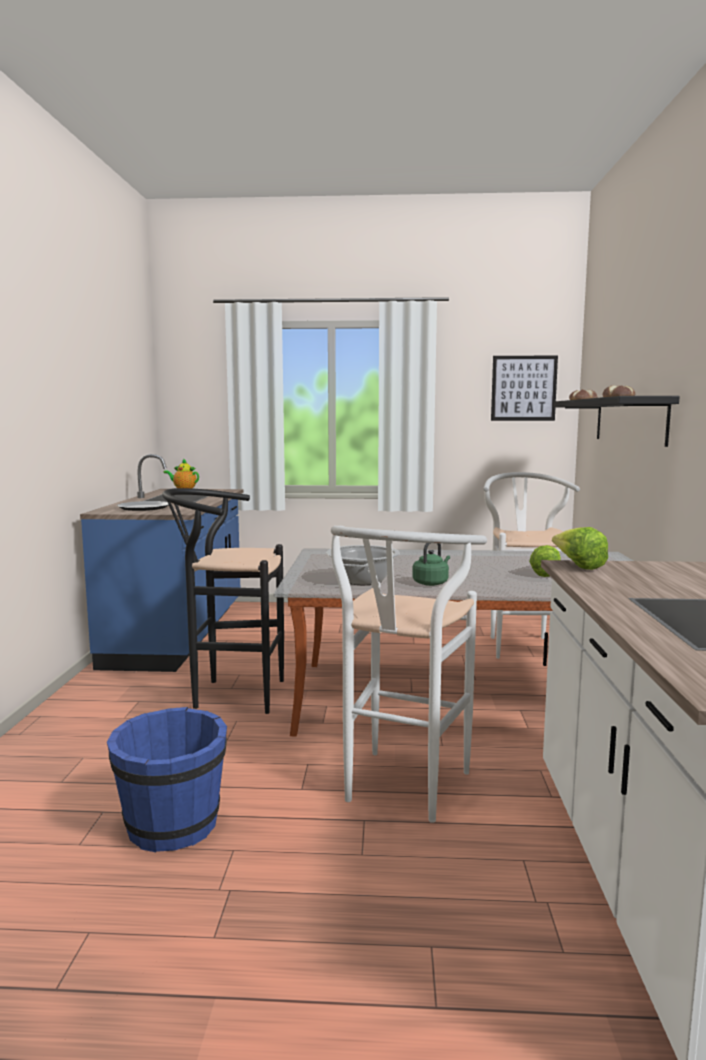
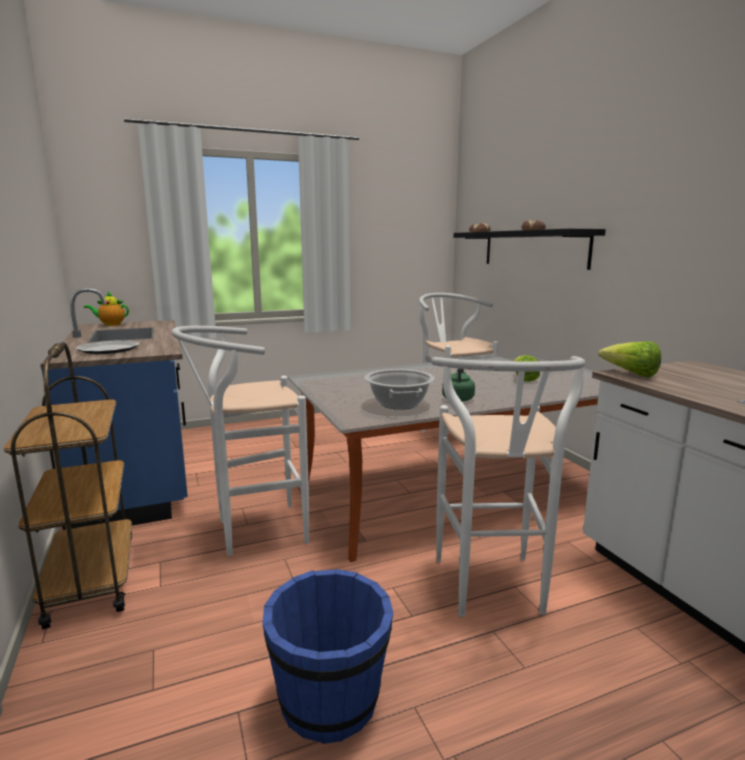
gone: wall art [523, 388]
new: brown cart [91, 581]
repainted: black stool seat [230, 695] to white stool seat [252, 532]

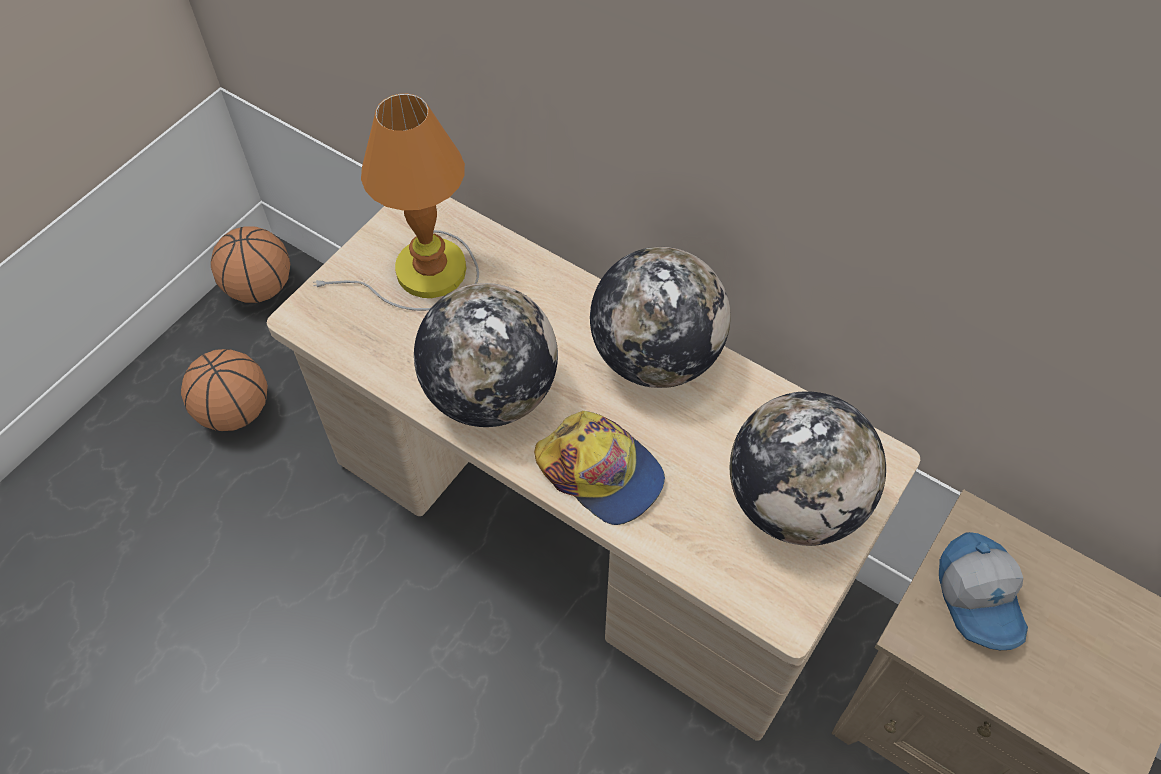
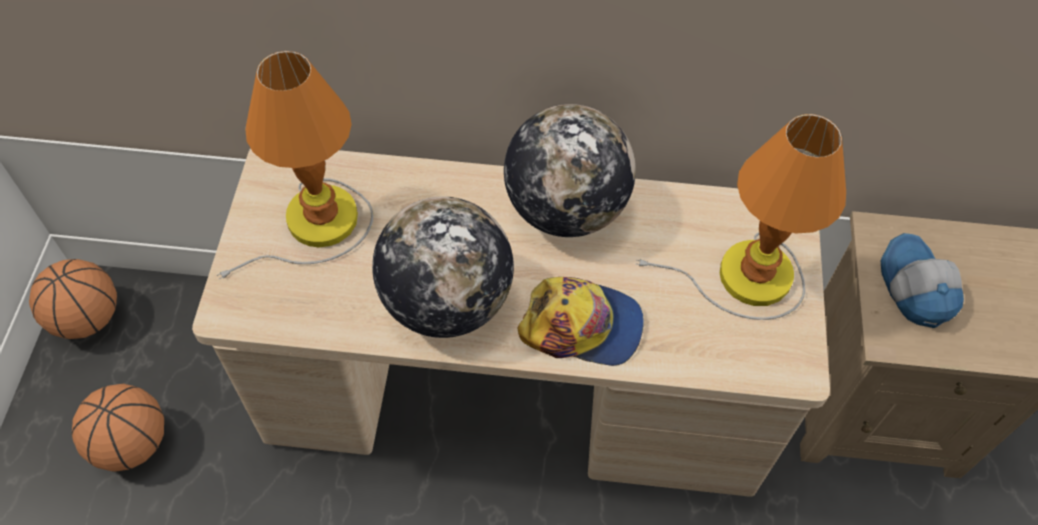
swapped: world globe [794, 502] to lamp for a table [747, 278]
rotated: cap [980, 598] = [914, 288] 150 degrees counterclockwise

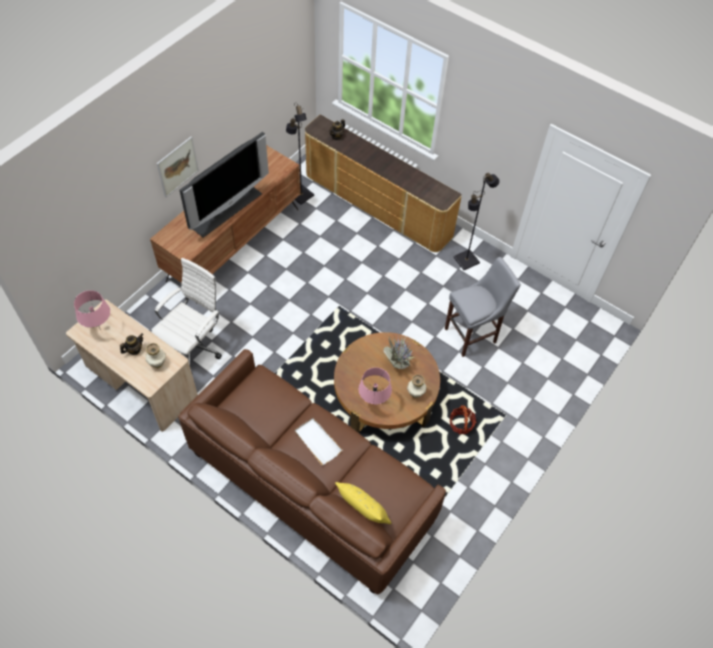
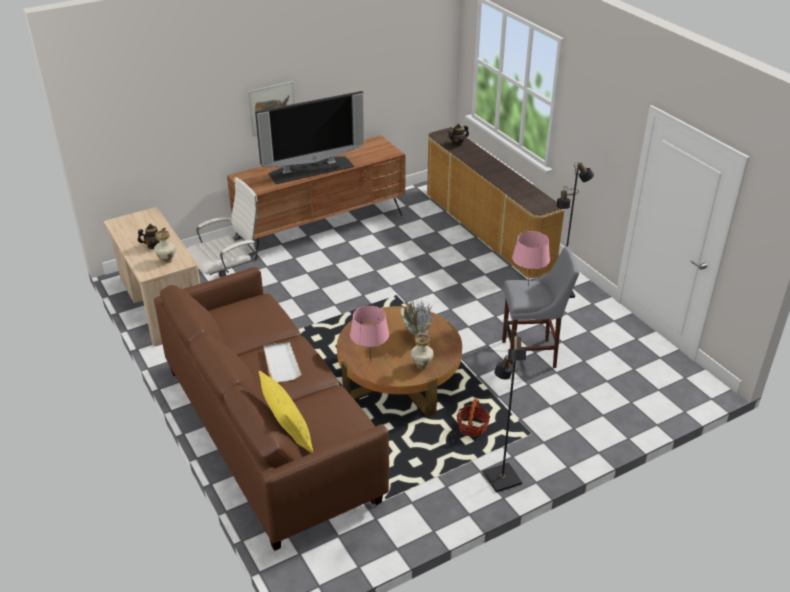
shifted: black standing lamp [301, 195] to [502, 478]; pink-coloured lamp for a table [100, 329] to [528, 285]

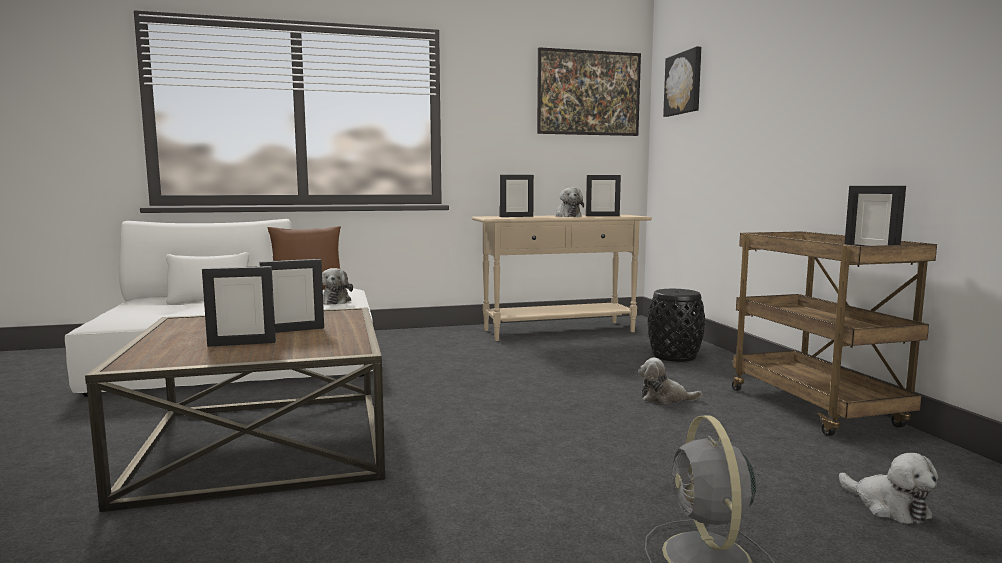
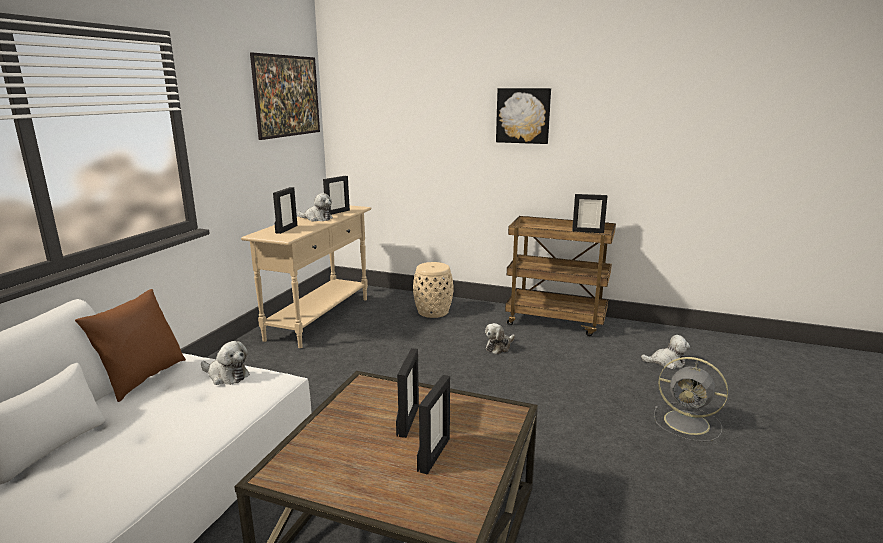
shifted: wall art [684, 83] to [523, 115]
repainted: black stool seat [674, 356] to beige-coloured stool seat [433, 312]

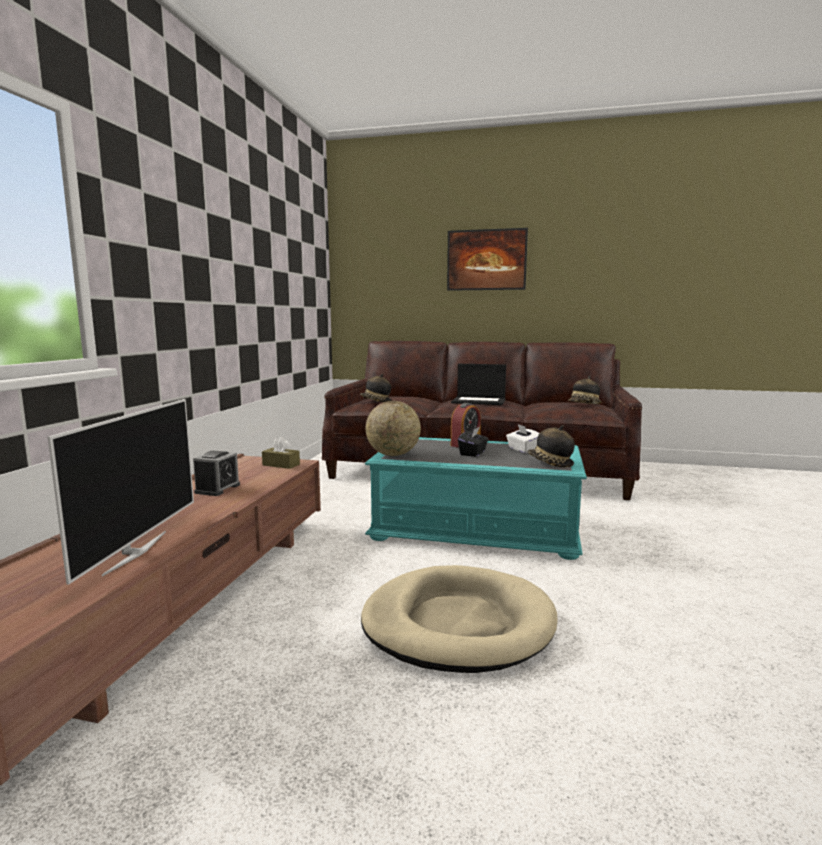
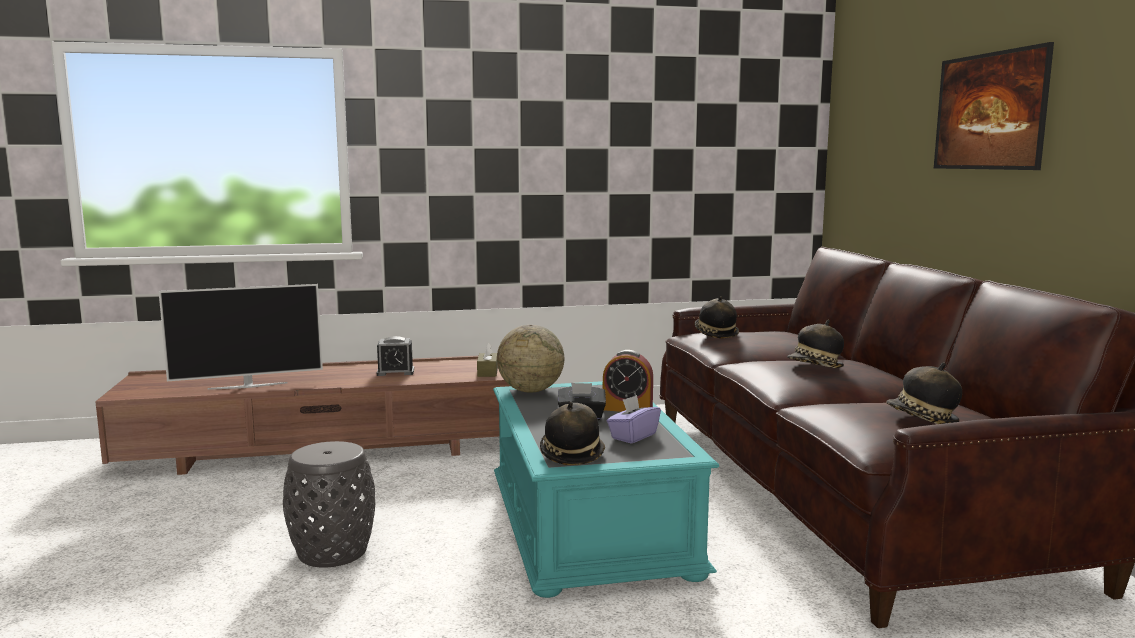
swapped: portable computer [479, 401] to wearable hat [815, 367]; beige-coloured dog cushion [457, 624] to grey stool seat [332, 552]
repainted: white tissue holder [523, 450] to purplish tissue holder [633, 436]

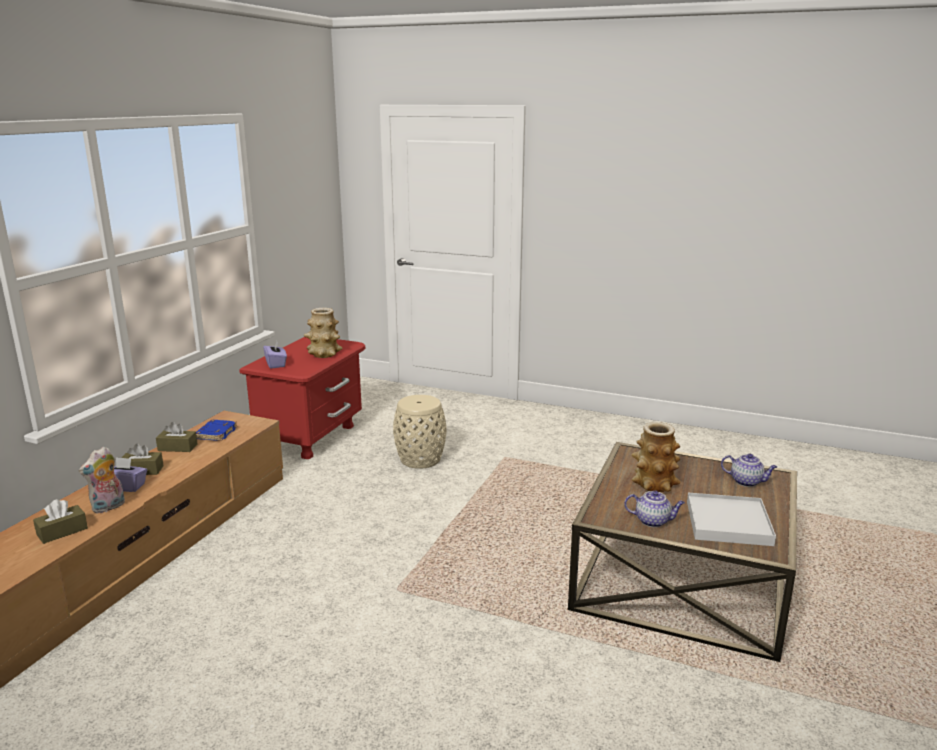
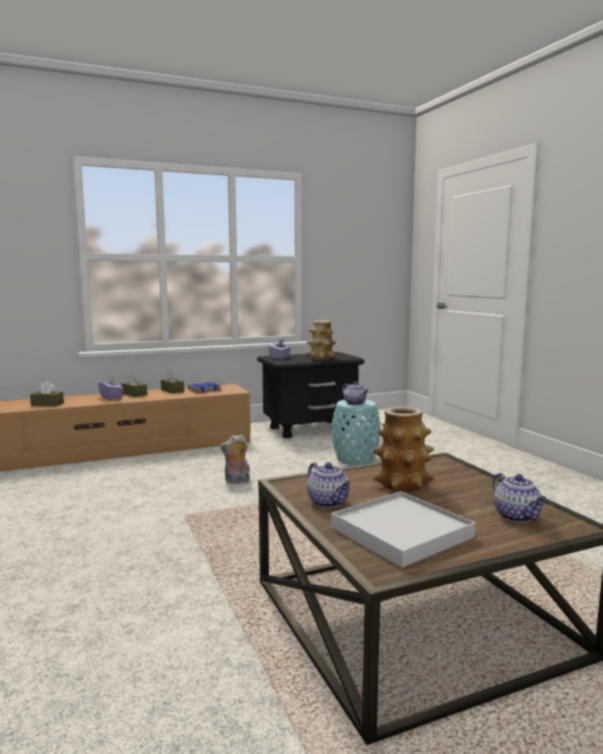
new: pot for tea [355, 403]
shifted: soft toy [108, 507] to [236, 482]
repainted: red bedside table [313, 438] to black bedside table [311, 429]; beige-coloured stool seat [420, 459] to turquoise stool seat [355, 459]

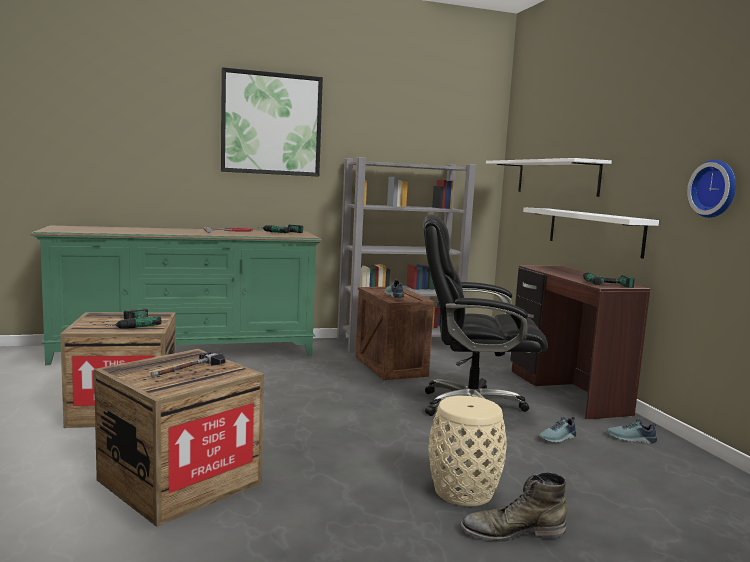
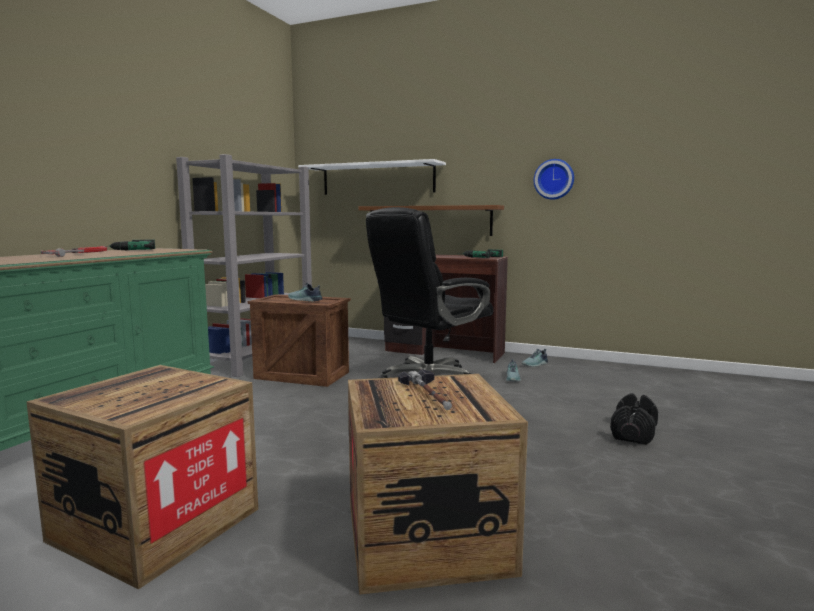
gone: wall art [271, 124]; drill [128, 324]; beige-coloured stool seat [463, 492]
swapped: green tall boot [512, 531] to black free weight [634, 433]
repainted: white wall shelf [593, 231] to brown wall shelf [433, 220]

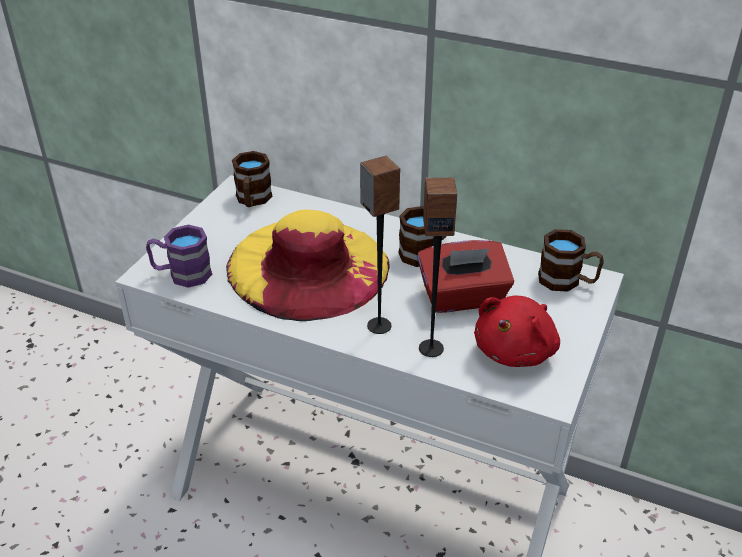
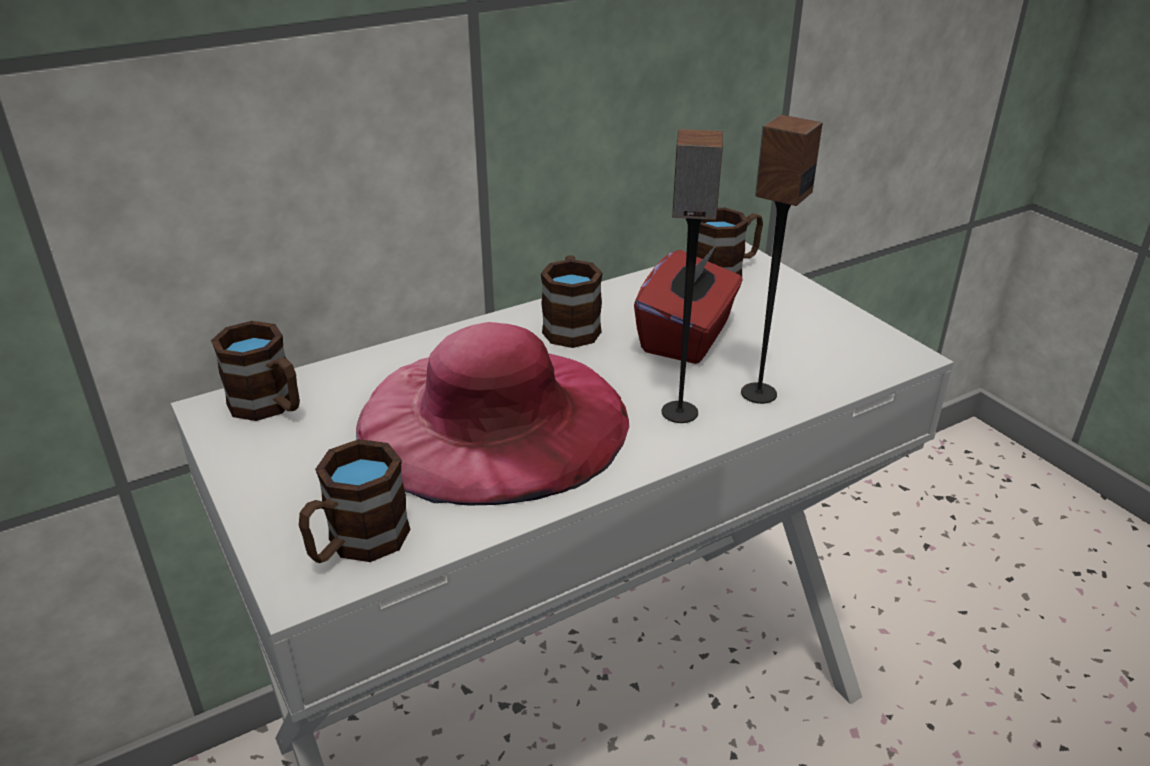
gone: red soft toy [516, 350]
repainted: yellow-coloured wearable hat [308, 266] to pink-coloured wearable hat [493, 419]; purplish mug [182, 274] to brown mug [356, 544]

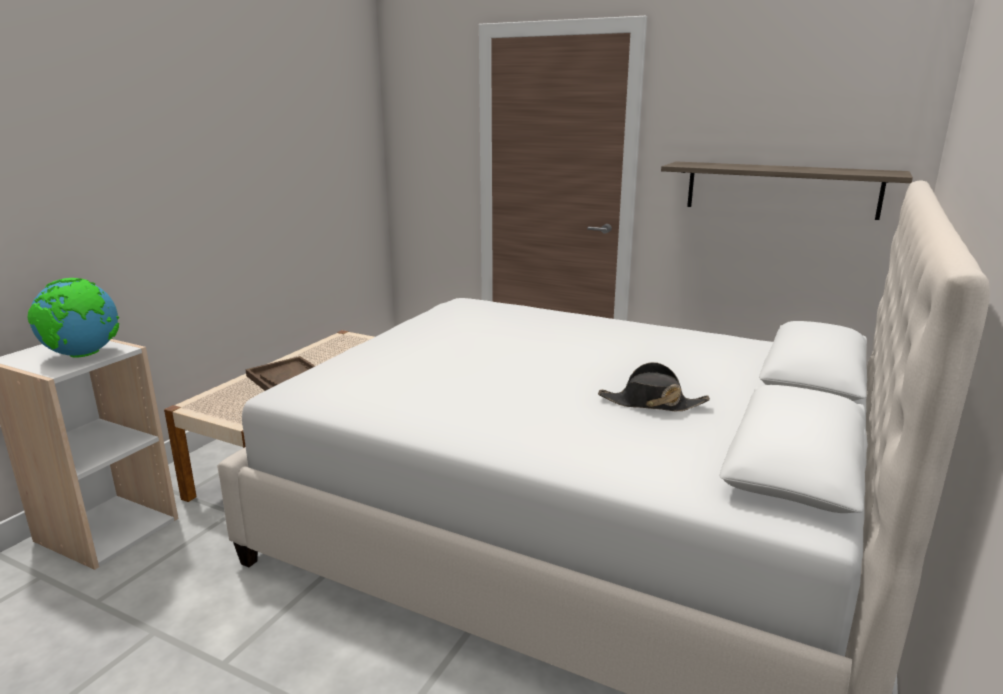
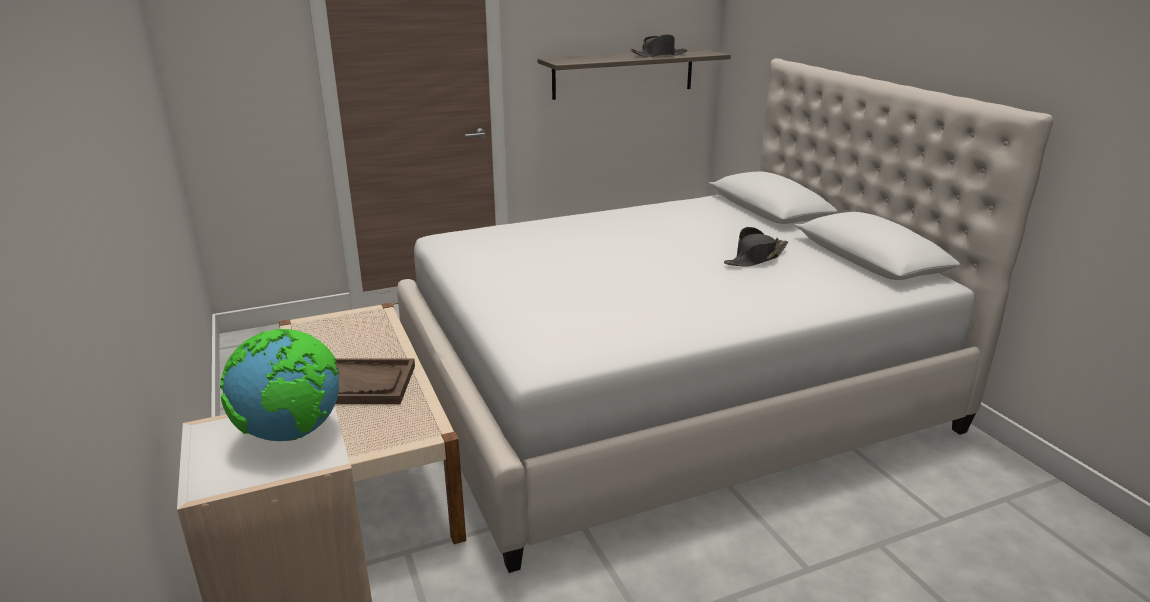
new: black wearable hat [658, 55]

